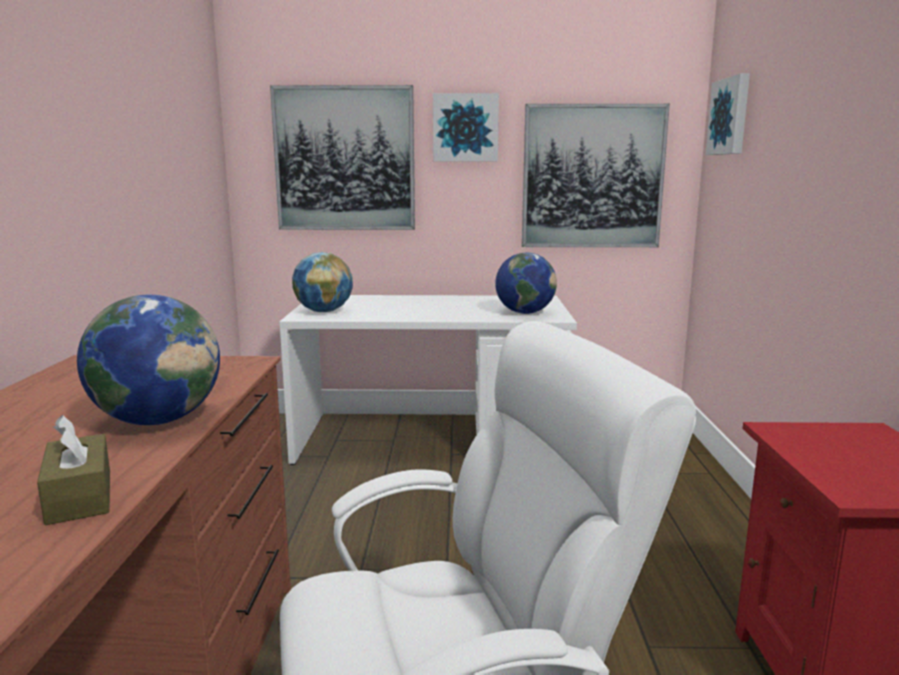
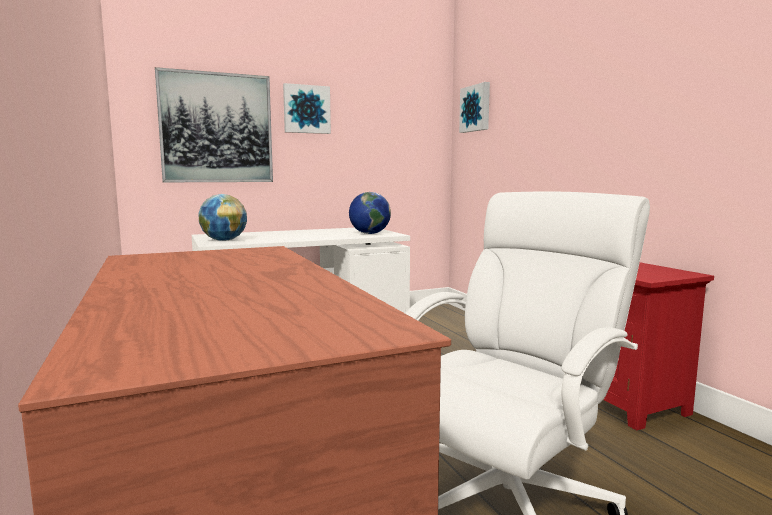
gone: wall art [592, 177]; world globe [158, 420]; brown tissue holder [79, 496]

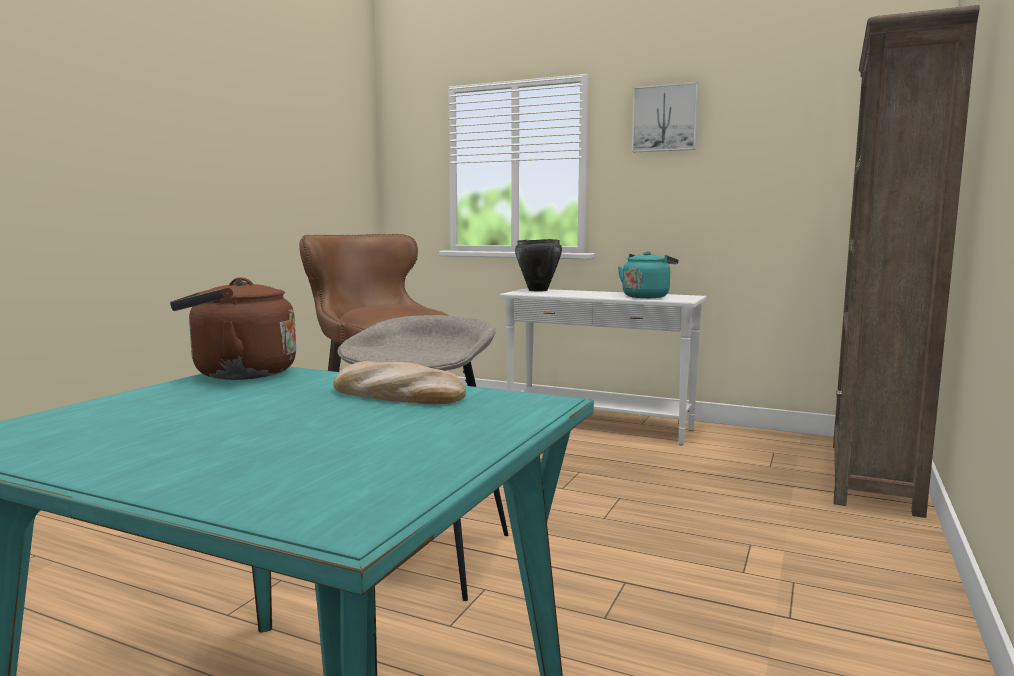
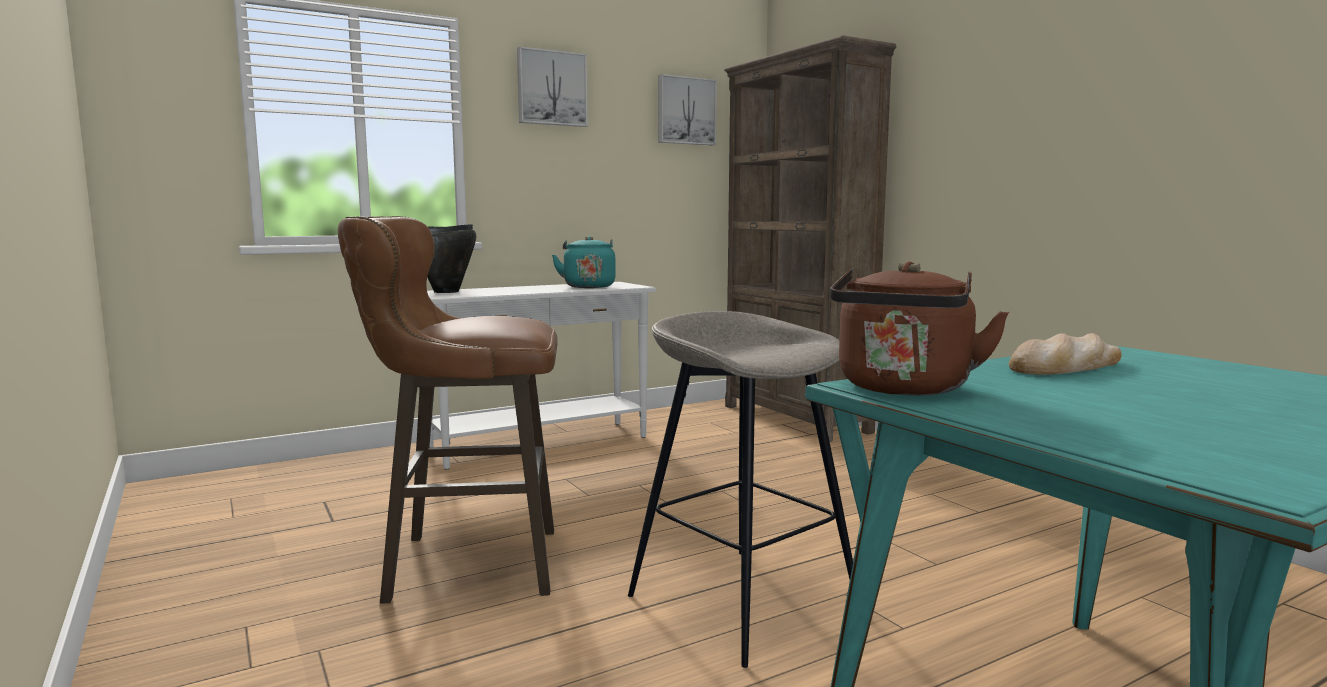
new: wall art [685, 111]

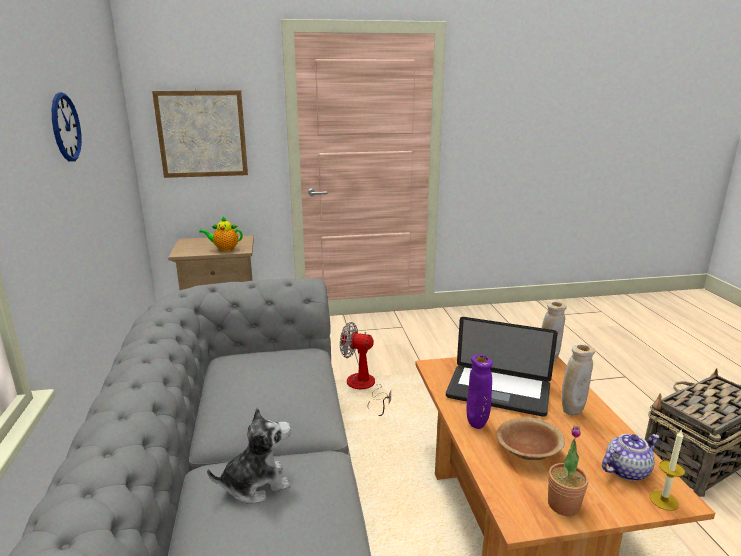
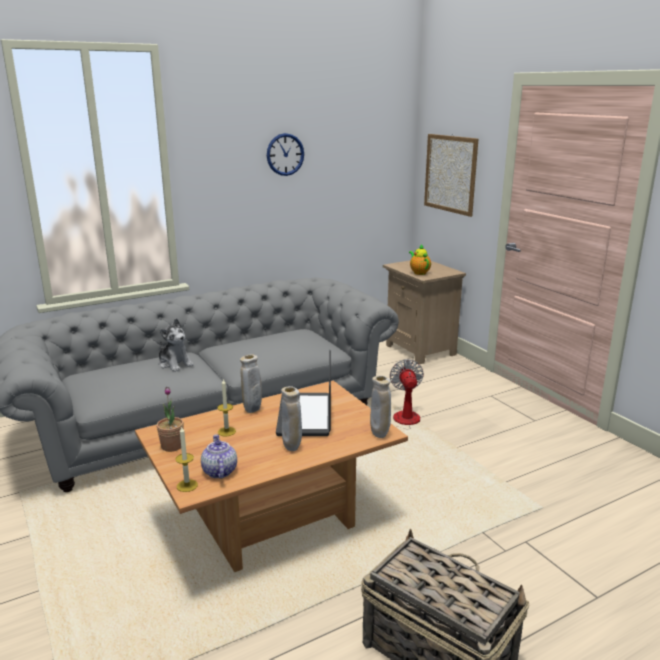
swapped: brown deep dish [528, 452] to wax candle [226, 431]
repainted: purplish decorative vase [477, 424] to beige-coloured decorative vase [252, 411]
rotated: pot for tea [626, 470] = [219, 471] 150 degrees counterclockwise

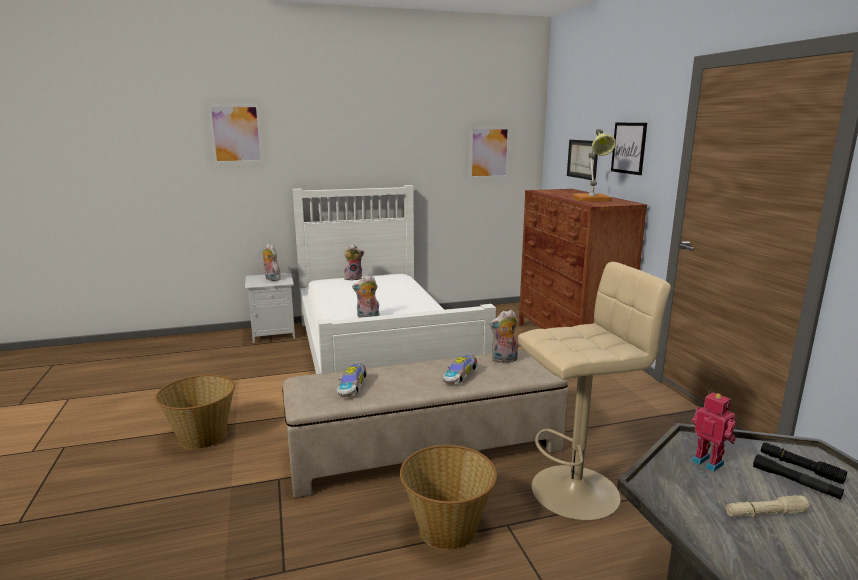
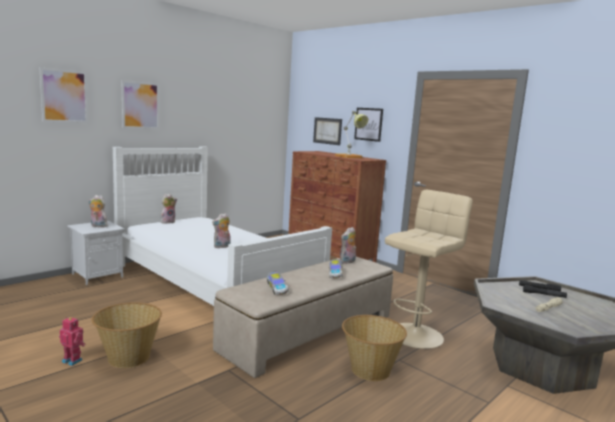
shifted: wall art [489, 152] to [140, 105]; toy robot [708, 461] to [73, 360]

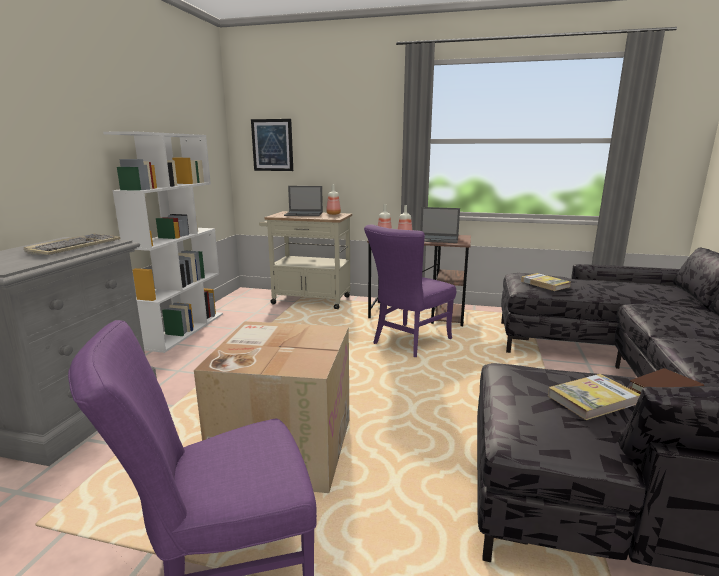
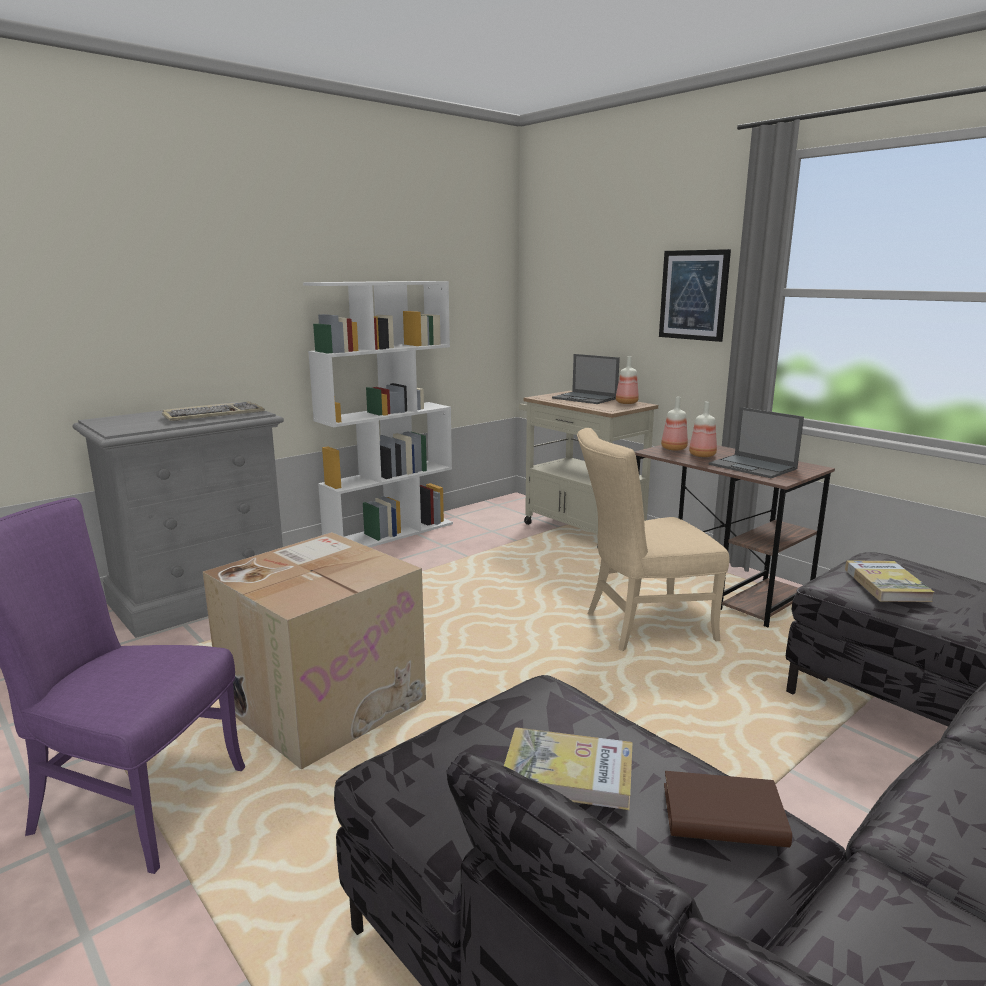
shifted: wall art [272, 145] to [694, 295]
repainted: purplish upright chair [408, 342] to beige-coloured upright chair [641, 626]

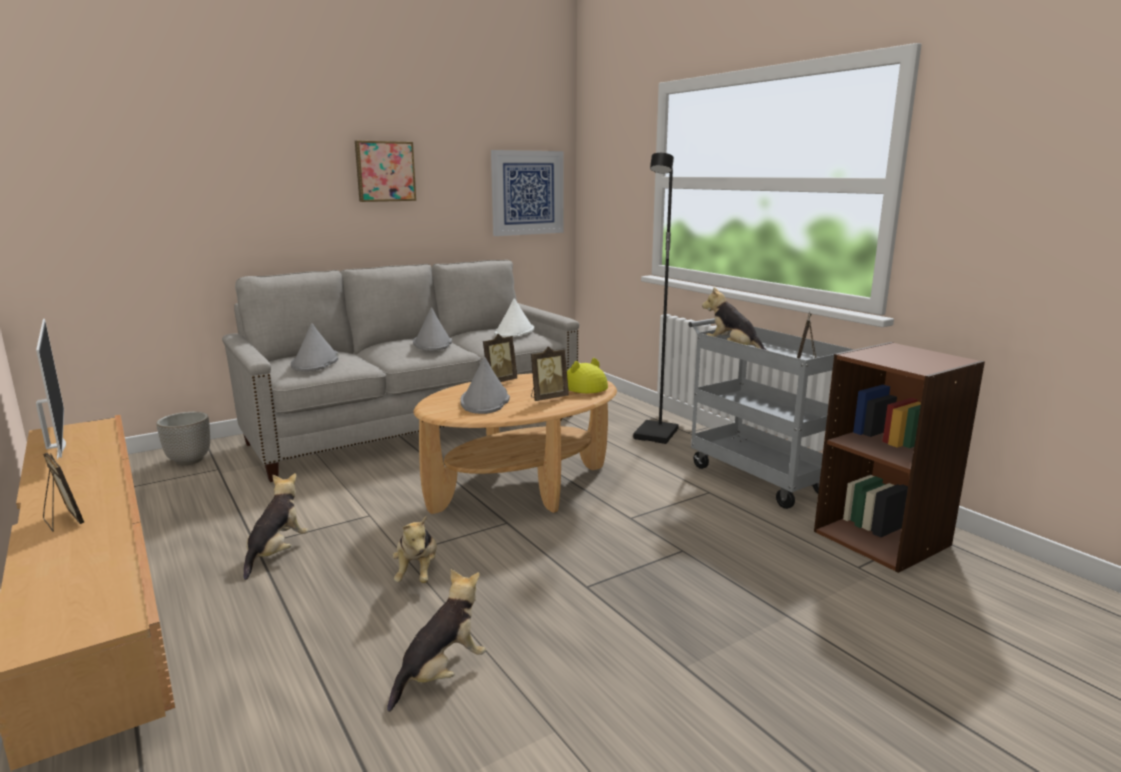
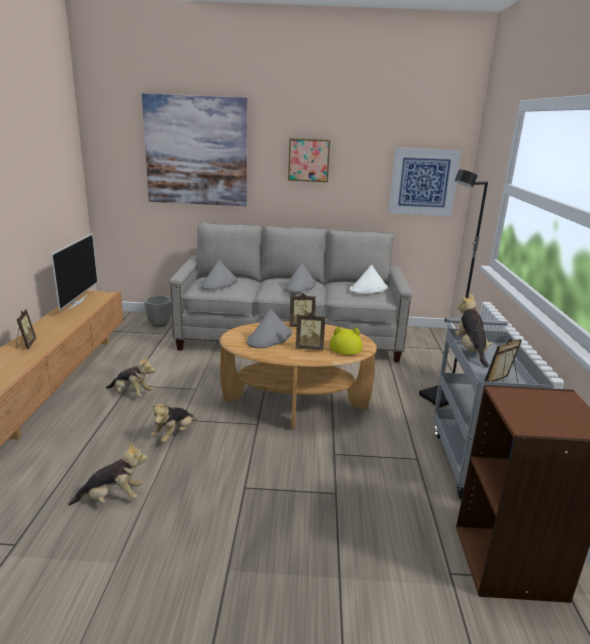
new: wall art [196, 151]
rotated: soft toy [276, 553] = [131, 393] 60 degrees clockwise

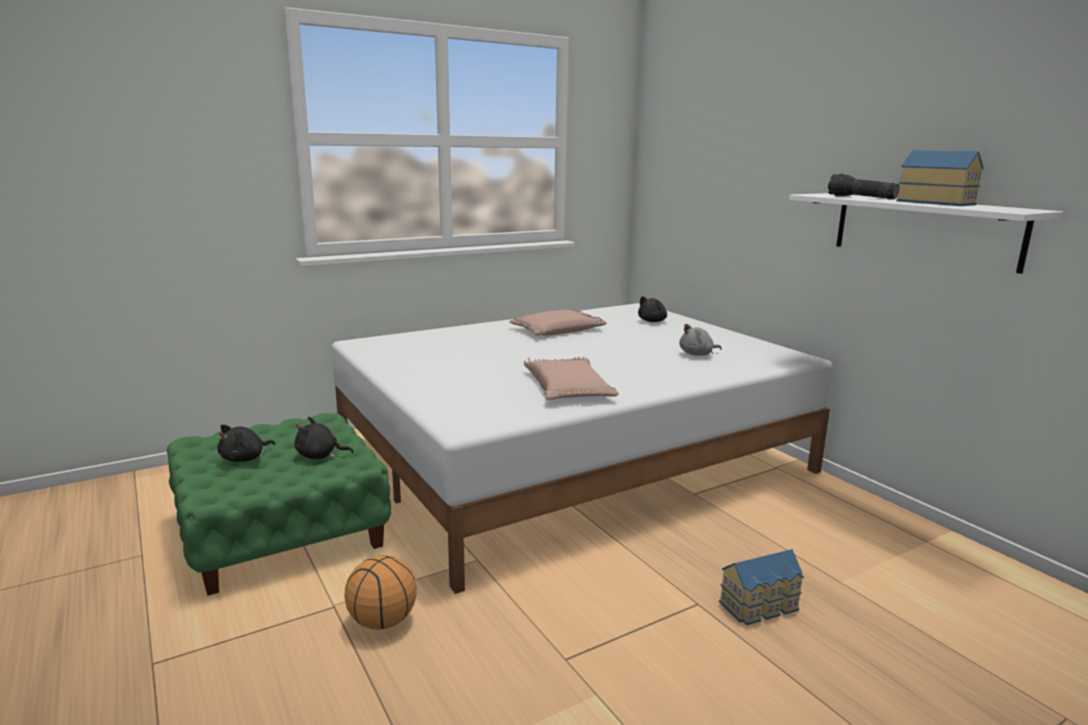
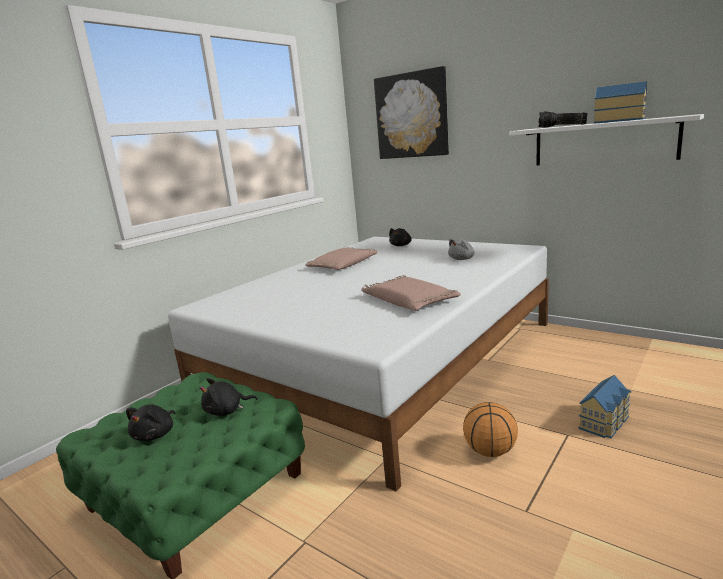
new: wall art [411, 115]
shifted: basketball [384, 621] to [490, 451]

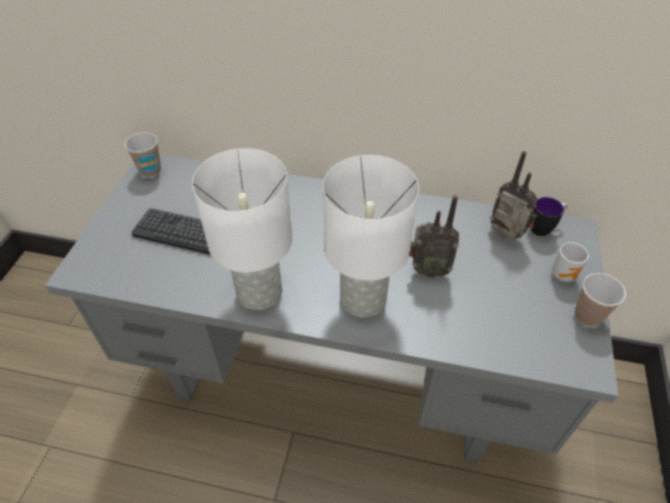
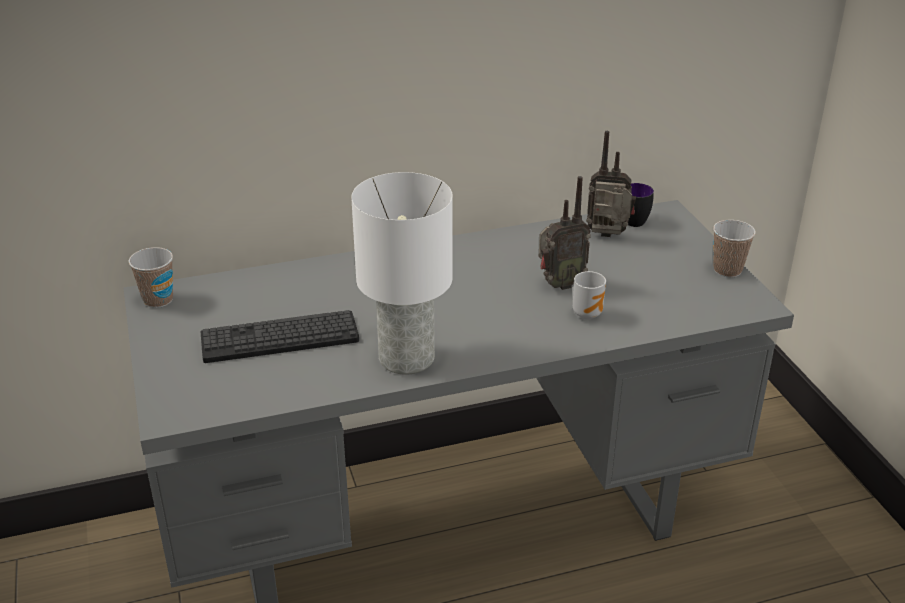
gone: white lamp for a table [364, 300]
shifted: mug [564, 274] to [588, 313]

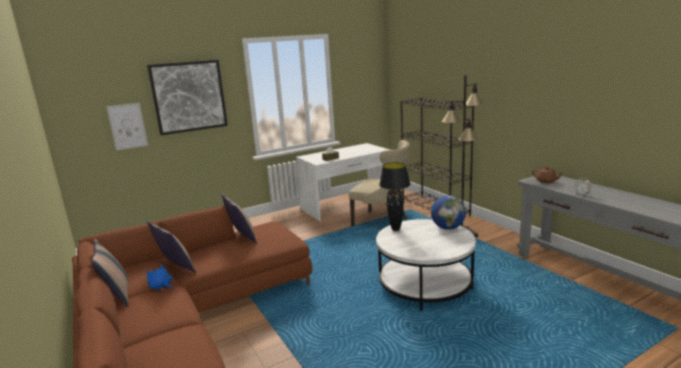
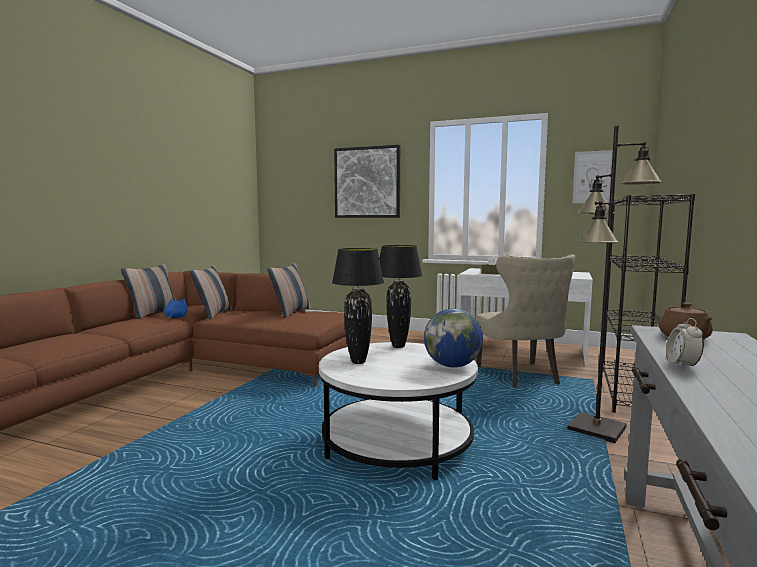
new: black lamp for a table [358, 362]
shifted: wall art [127, 126] to [592, 177]

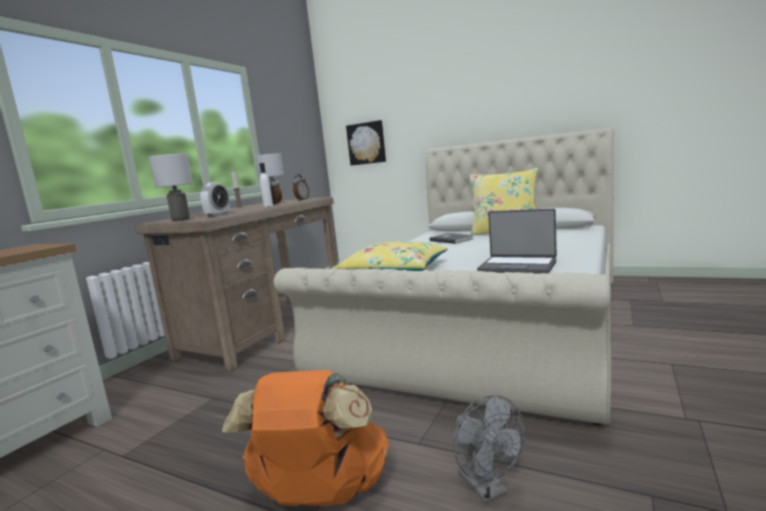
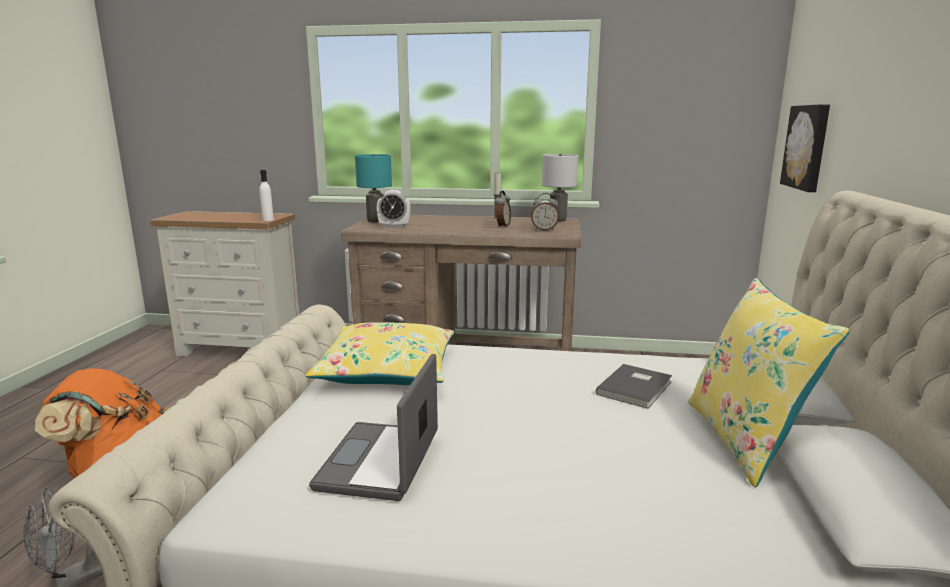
shifted: white beverage bottle [268, 206] to [268, 220]
repainted: white lamp for a table [180, 220] to turquoise lamp for a table [375, 221]

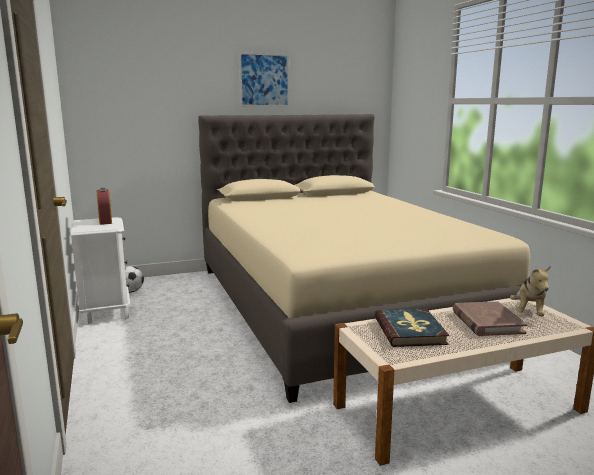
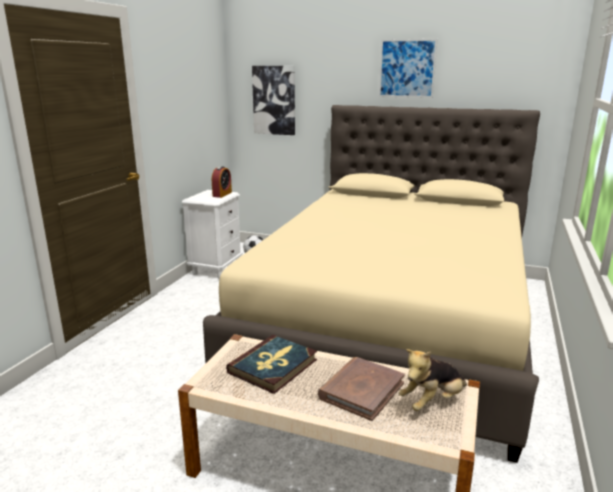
new: wall art [274, 100]

